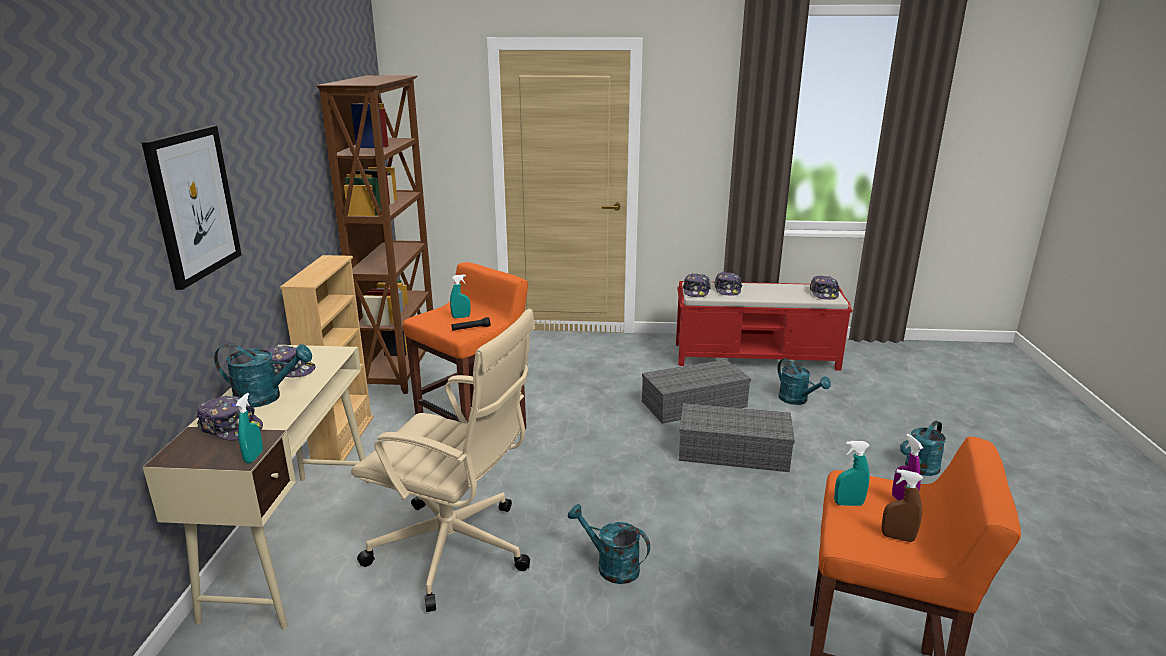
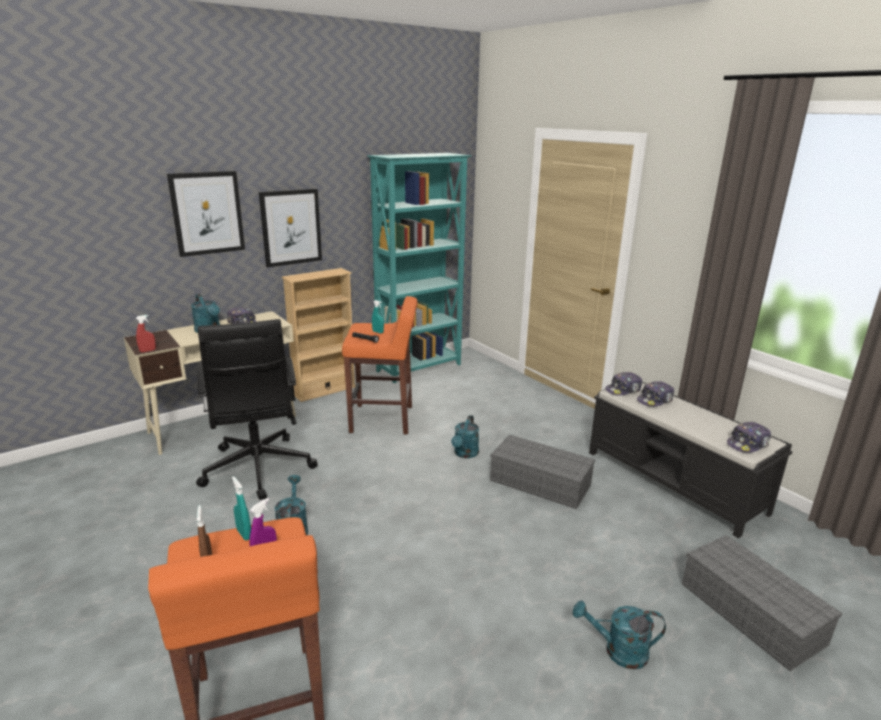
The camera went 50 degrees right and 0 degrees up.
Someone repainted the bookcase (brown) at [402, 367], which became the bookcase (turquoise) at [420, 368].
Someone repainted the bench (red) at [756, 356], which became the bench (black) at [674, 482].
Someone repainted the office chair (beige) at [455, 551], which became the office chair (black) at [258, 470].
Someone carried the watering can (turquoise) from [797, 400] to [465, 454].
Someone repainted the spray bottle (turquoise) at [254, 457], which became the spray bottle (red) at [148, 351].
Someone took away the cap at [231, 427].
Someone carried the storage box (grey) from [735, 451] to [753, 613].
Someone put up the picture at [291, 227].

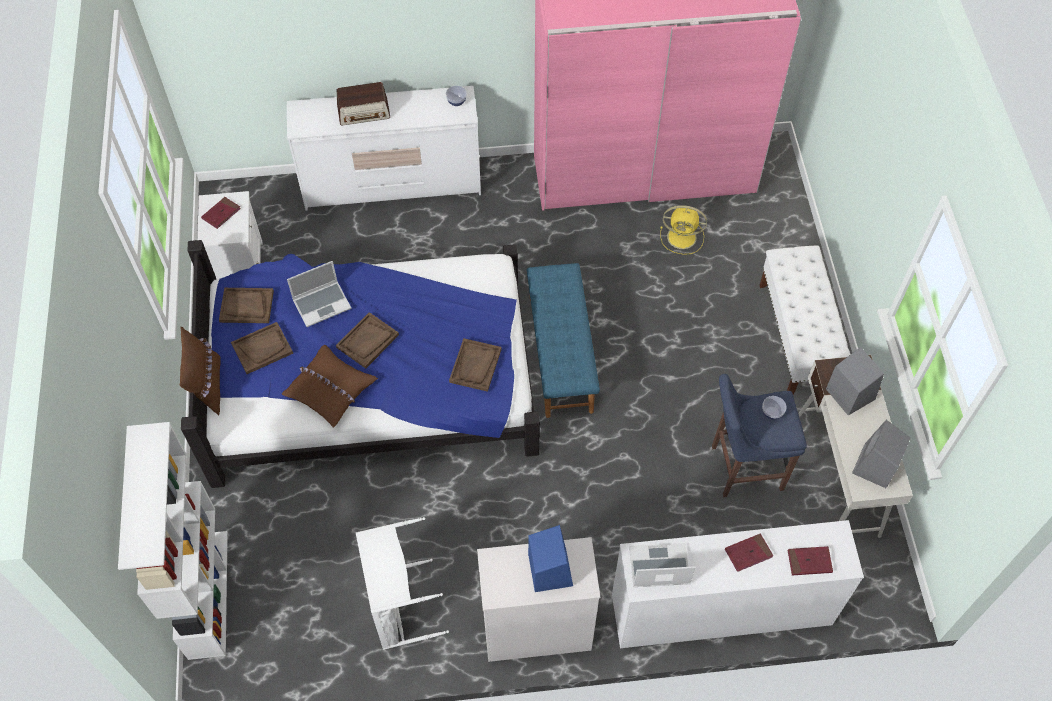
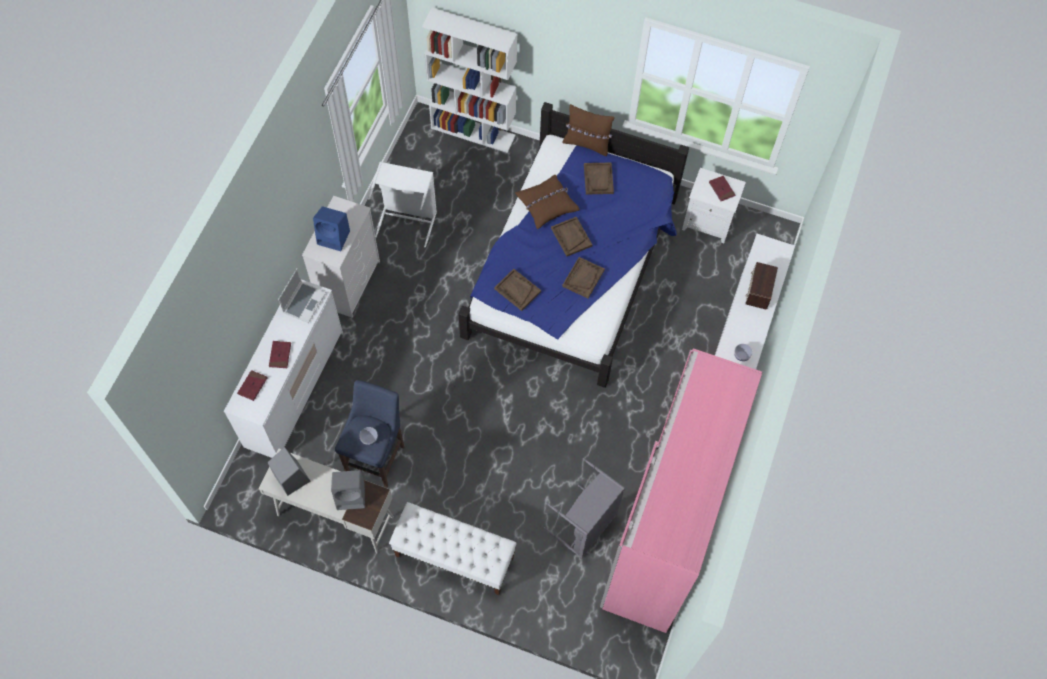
The camera went 115 degrees right and 5 degrees up.
Someone swapped the fan (yellow) at [683, 237] for the laundry basket (grey) at [586, 526].
Someone took away the laptop at [322, 304].
Someone took away the bench (blue) at [560, 354].
Someone carried the tray (brown) from [246, 306] to [583, 278].

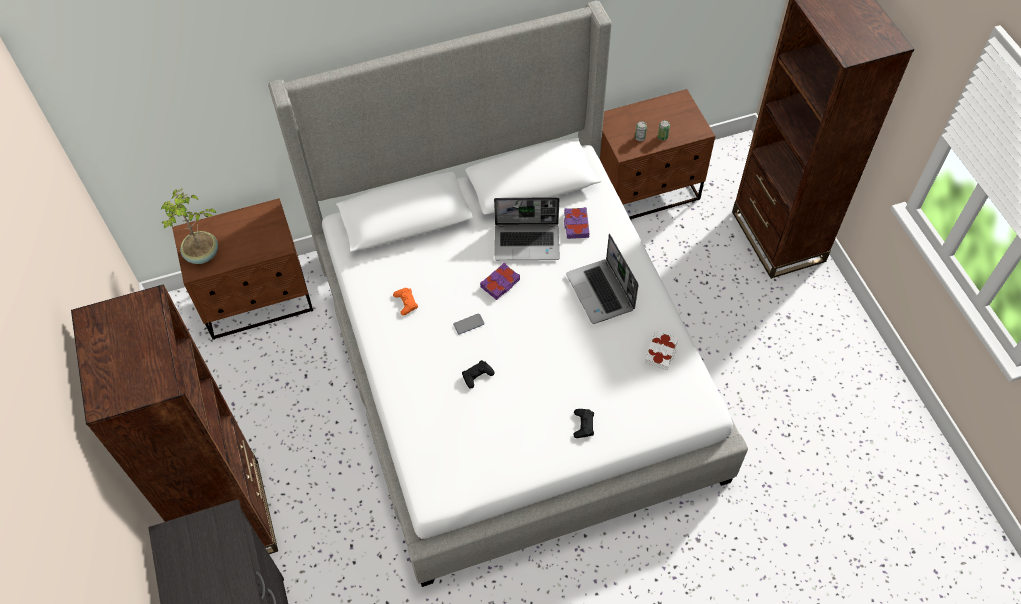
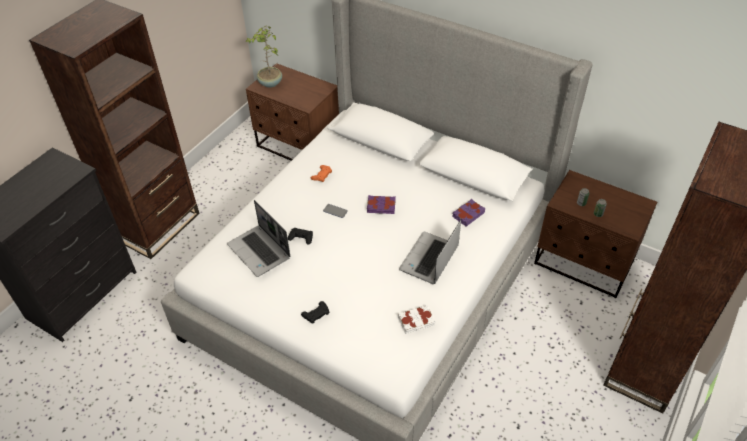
The camera went 50 degrees right and 10 degrees down.
Someone carried the laptop from [527, 242] to [260, 251].

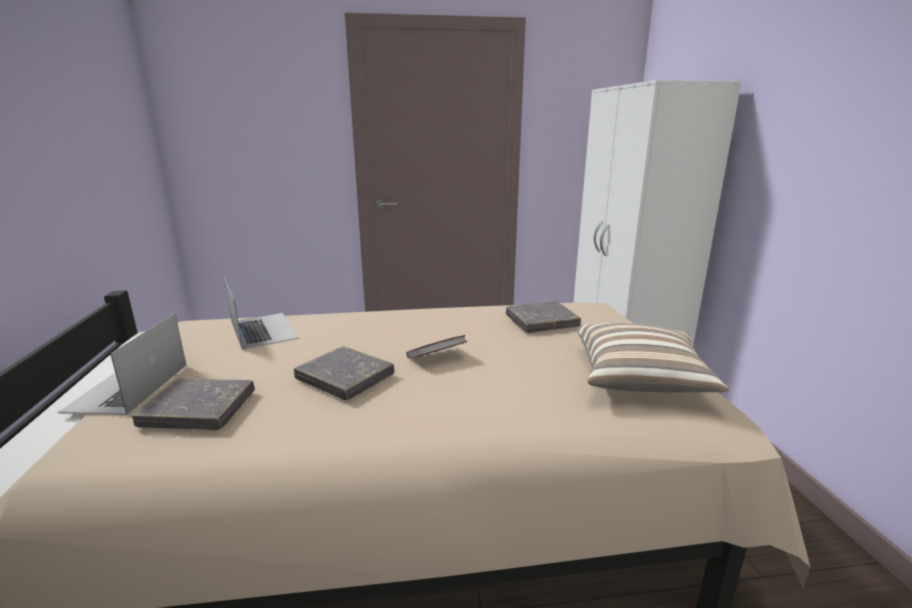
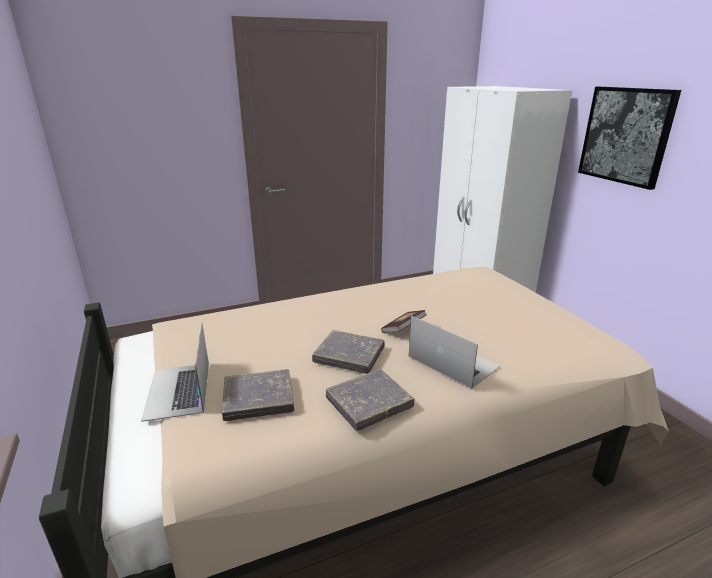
The camera went 15 degrees left and 5 degrees up.
Someone carried the laptop from [263, 330] to [453, 361].
Someone carried the book (grey) from [541, 321] to [369, 403].
Someone took away the pillow at [639, 378].
Someone put up the picture at [626, 135].

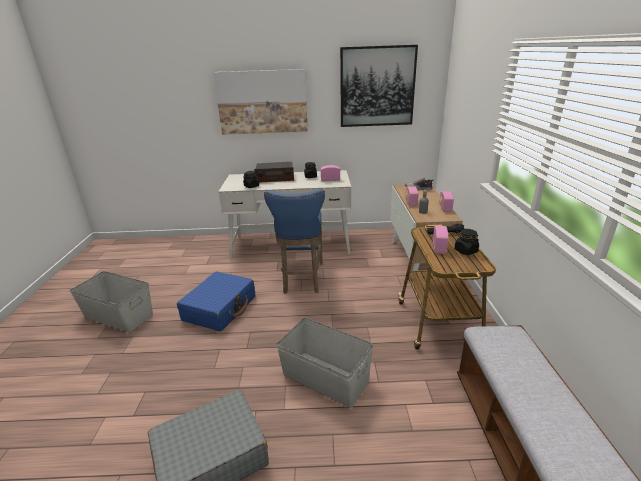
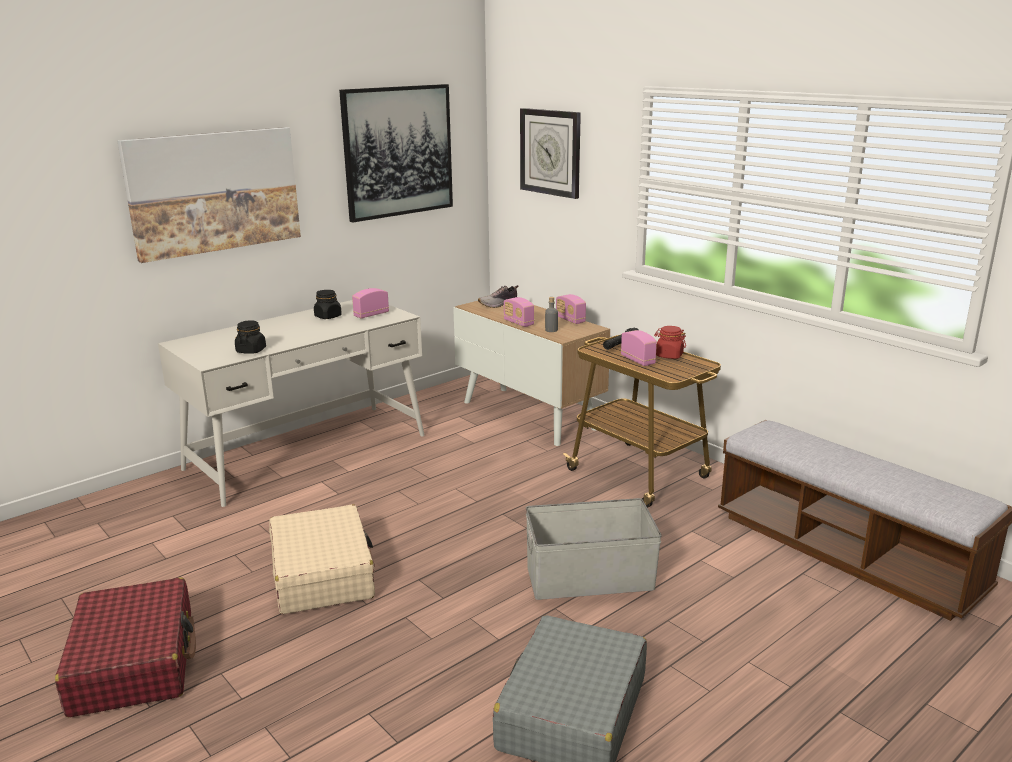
The camera went 40 degrees left and 5 degrees down.
Someone took away the radio at [275, 178].
Someone took away the stool (blue) at [301, 279].
Someone repainted the jar (black) at [465, 251], which became the jar (red) at [669, 355].
Someone swapped the storage box (grey) at [119, 315] for the suitcase (red) at [134, 662].
Someone repainted the suitcase (blue) at [220, 308], which became the suitcase (beige) at [323, 574].
Someone put up the wall clock at [550, 152].

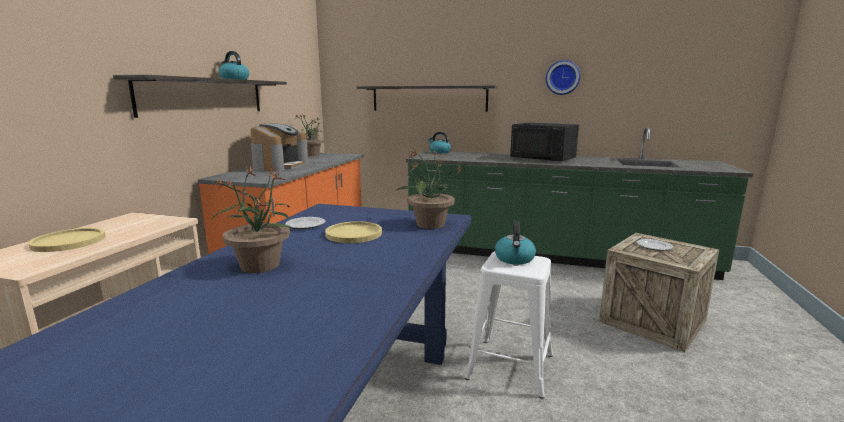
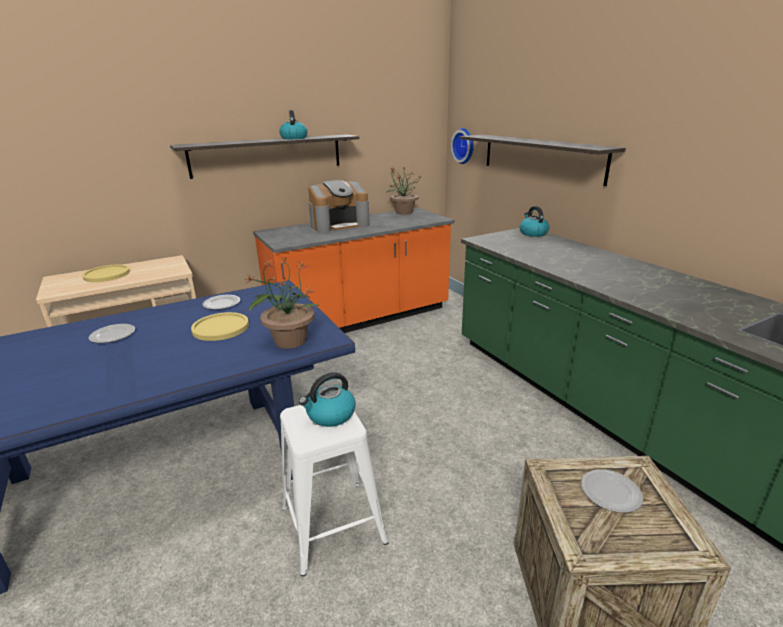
The camera went 45 degrees right and 10 degrees up.
Someone carried the wall clock from [562, 77] to [464, 145].
Someone took away the microwave (black) at [543, 158].
Someone swapped the potted plant at [260, 265] for the plate at [113, 336].

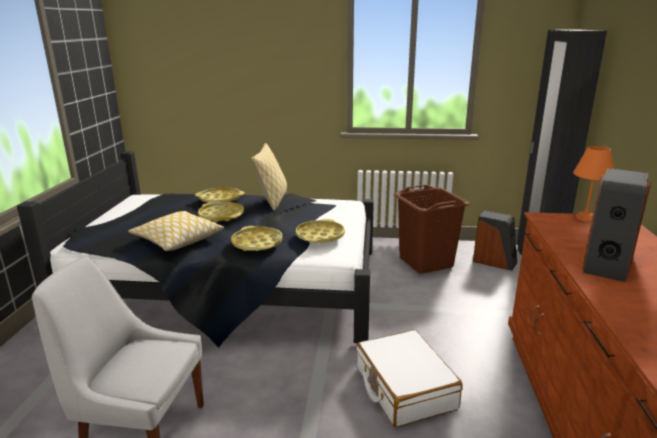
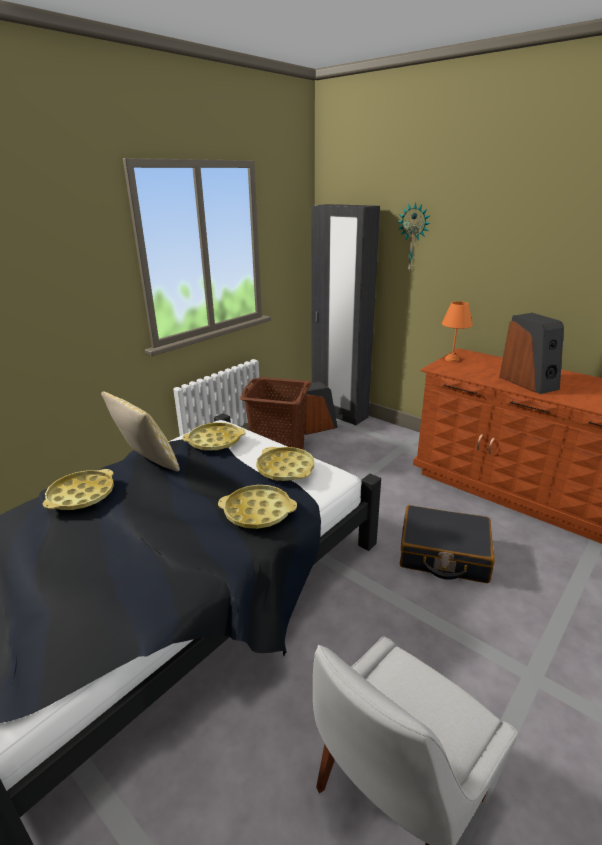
The camera went 55 degrees left and 5 degrees up.
Someone carried the tray (yellow) from [221, 216] to [214, 441].
Someone took away the pillow at [177, 240].
Someone repainted the suitcase (white) at [404, 388], which became the suitcase (black) at [443, 554].
Someone put up the wall clock at [413, 238].

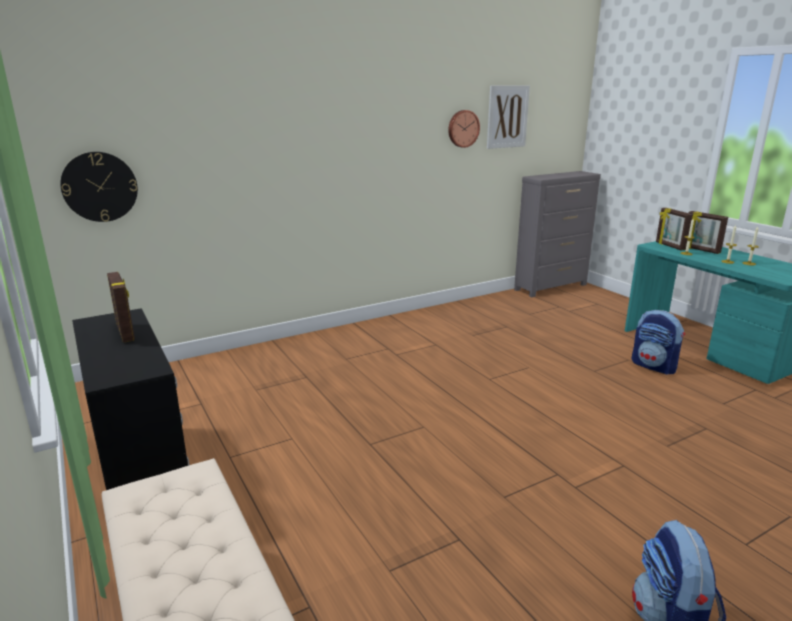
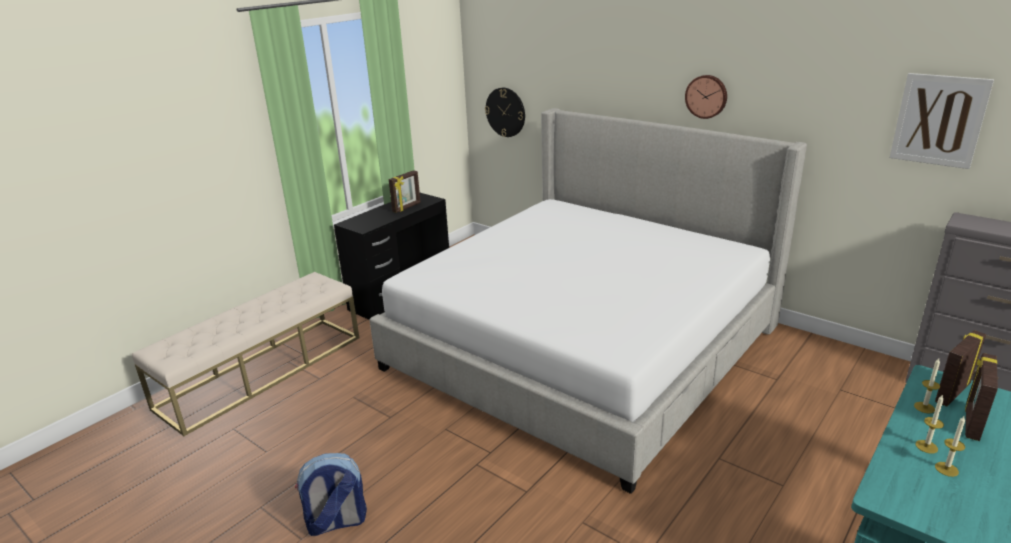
The camera went 70 degrees right and 5 degrees up.
Someone carried the wall clock from [463, 128] to [706, 96].
Someone took away the backpack at [654, 366].
Someone put down the bed at [583, 347].

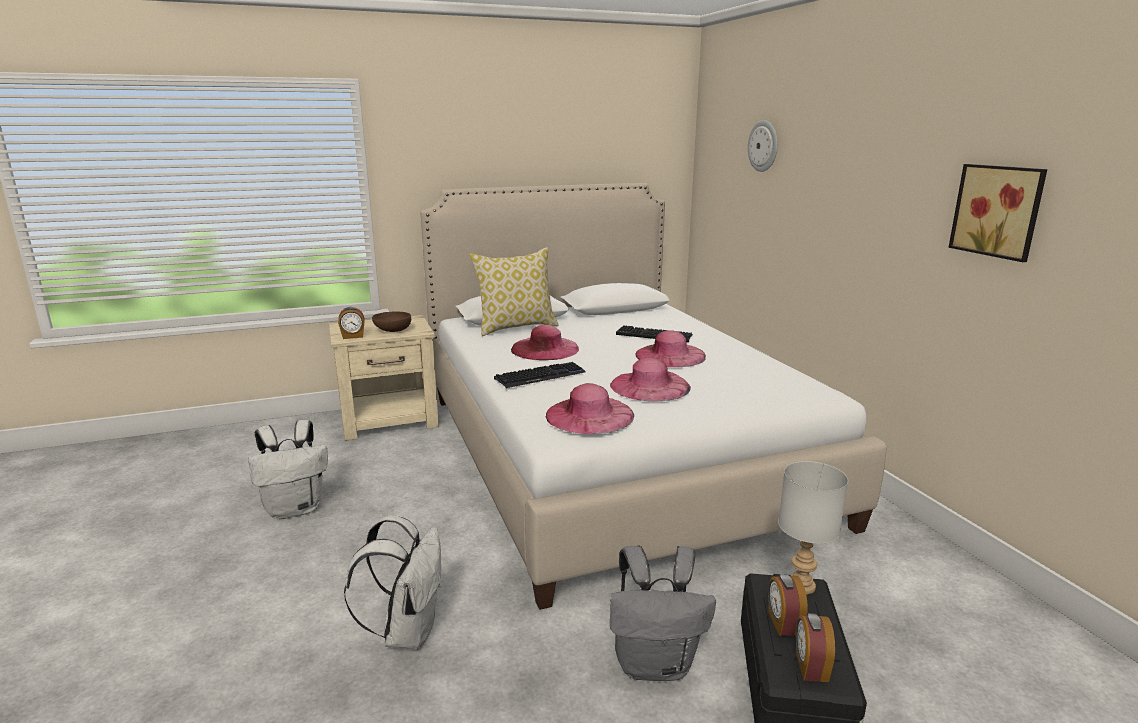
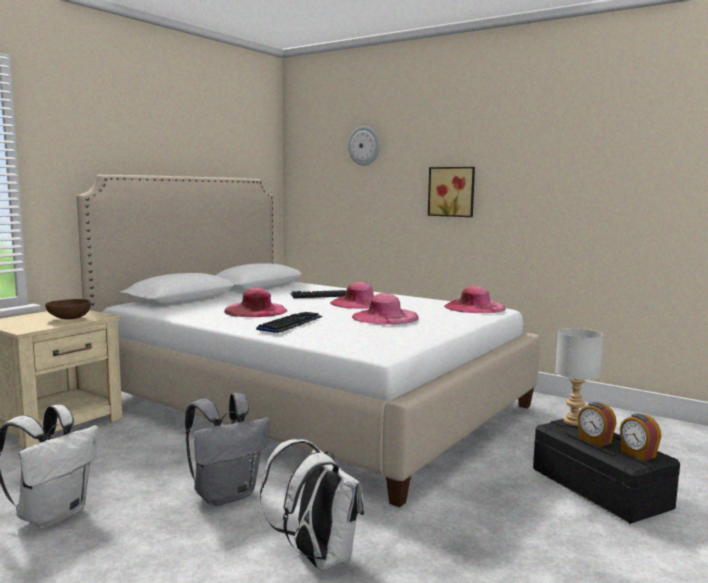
The camera went 35 degrees left and 10 degrees down.
Someone carried the picture from [999, 211] to [452, 191].
Someone took away the pillow at [516, 327].
Someone took away the alarm clock at [353, 336].
Someone carried the hat (pink) from [589, 415] to [474, 307].
Someone carried the backpack (grey) from [655, 664] to [226, 495].

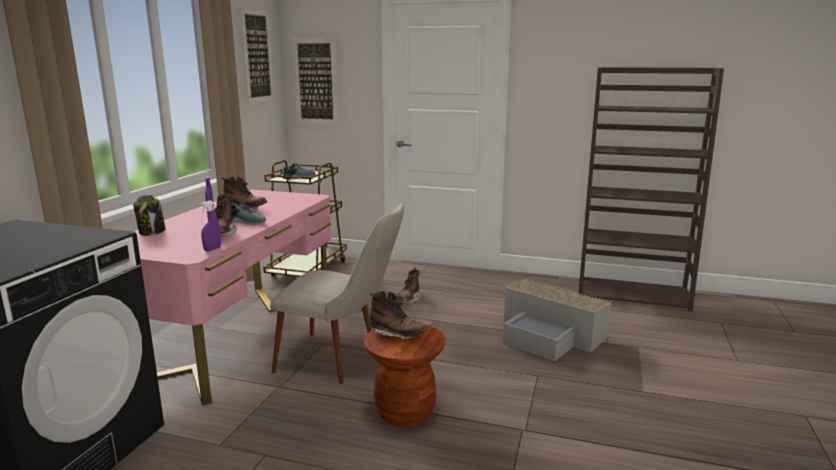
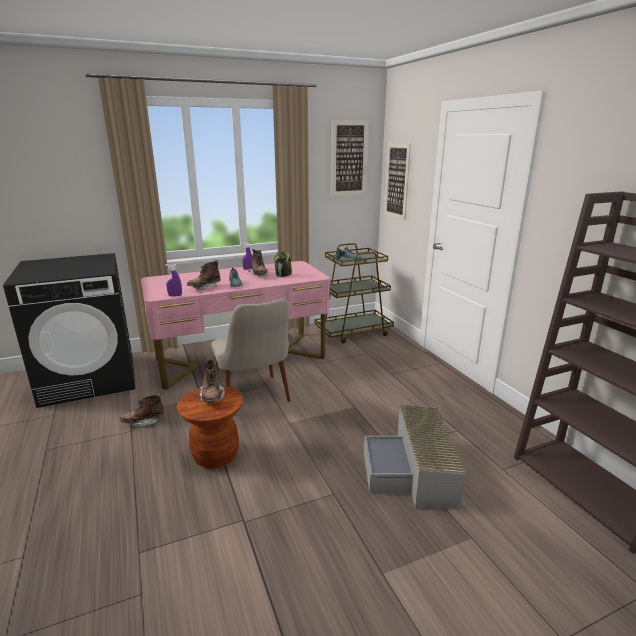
The camera went 50 degrees right and 5 degrees up.
Someone carried the jar from [152, 232] to [283, 275].
Someone carried the boot (brown) from [408, 299] to [143, 421].

